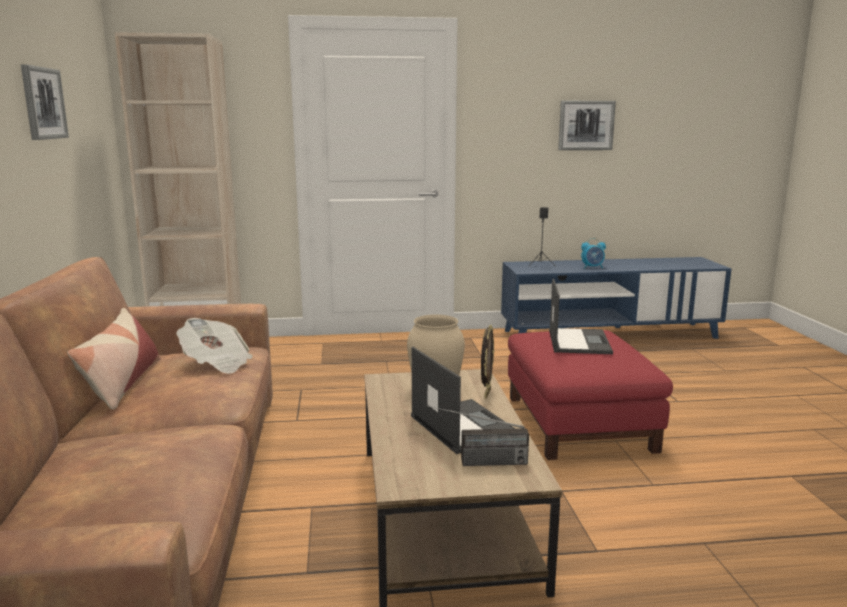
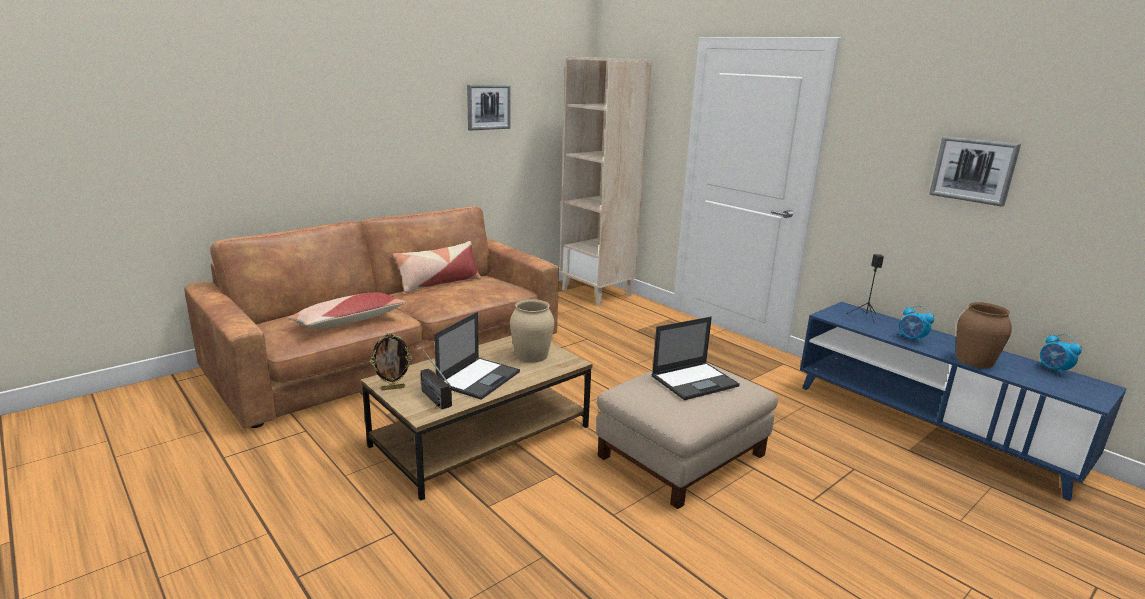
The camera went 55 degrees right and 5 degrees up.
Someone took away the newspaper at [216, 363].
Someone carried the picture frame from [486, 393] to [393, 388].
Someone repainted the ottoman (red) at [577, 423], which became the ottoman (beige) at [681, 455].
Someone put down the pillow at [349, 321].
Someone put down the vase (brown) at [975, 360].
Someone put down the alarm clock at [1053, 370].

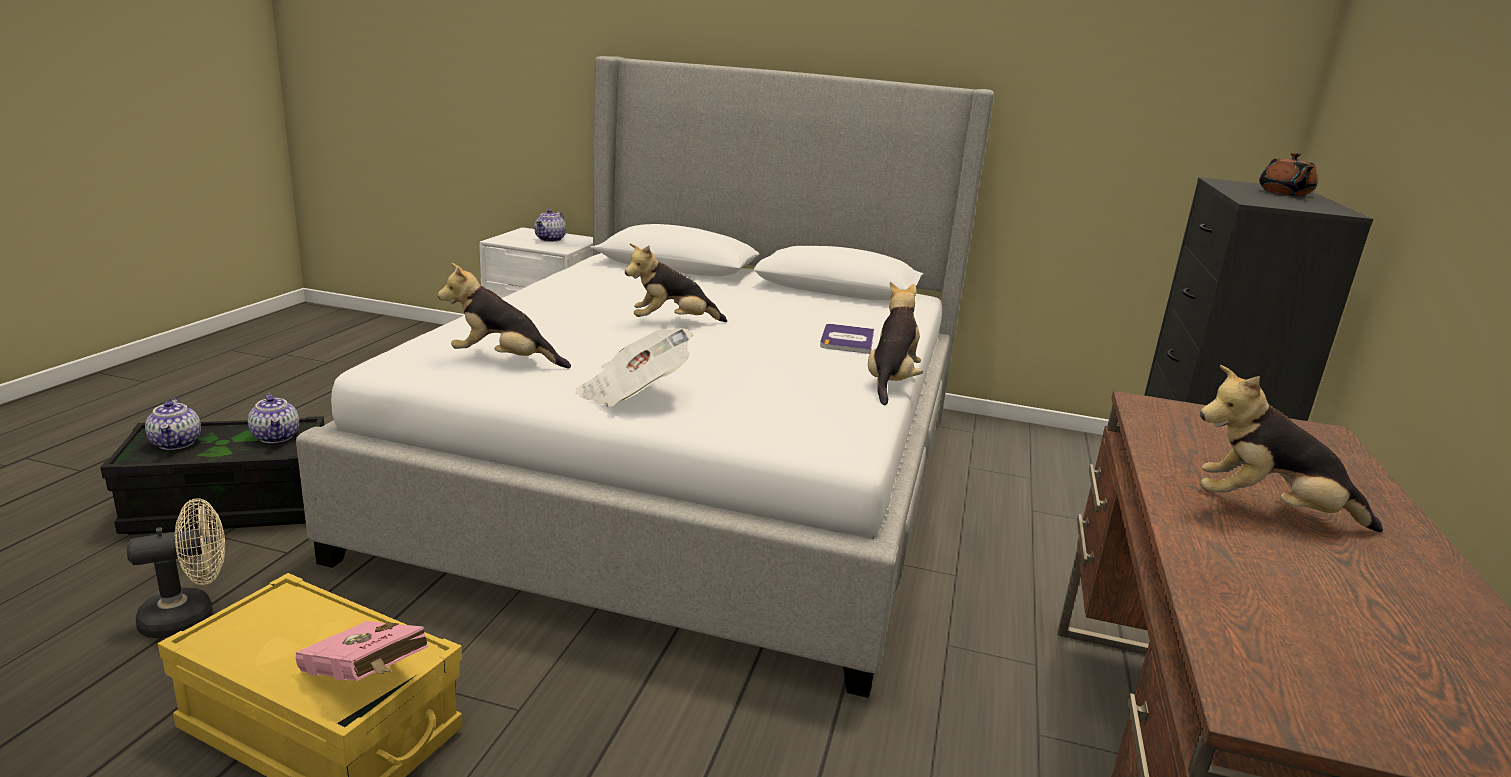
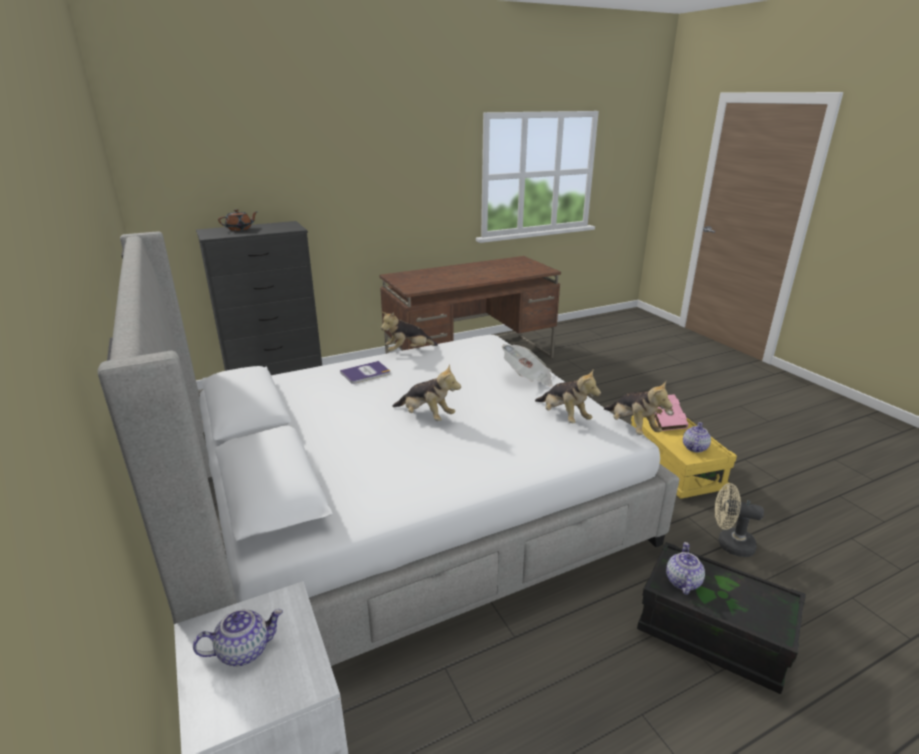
The camera went 130 degrees left and 5 degrees up.
Someone carried the plush toy from [1268, 513] to [632, 427].
Someone carried the teapot from [177, 443] to [694, 447].

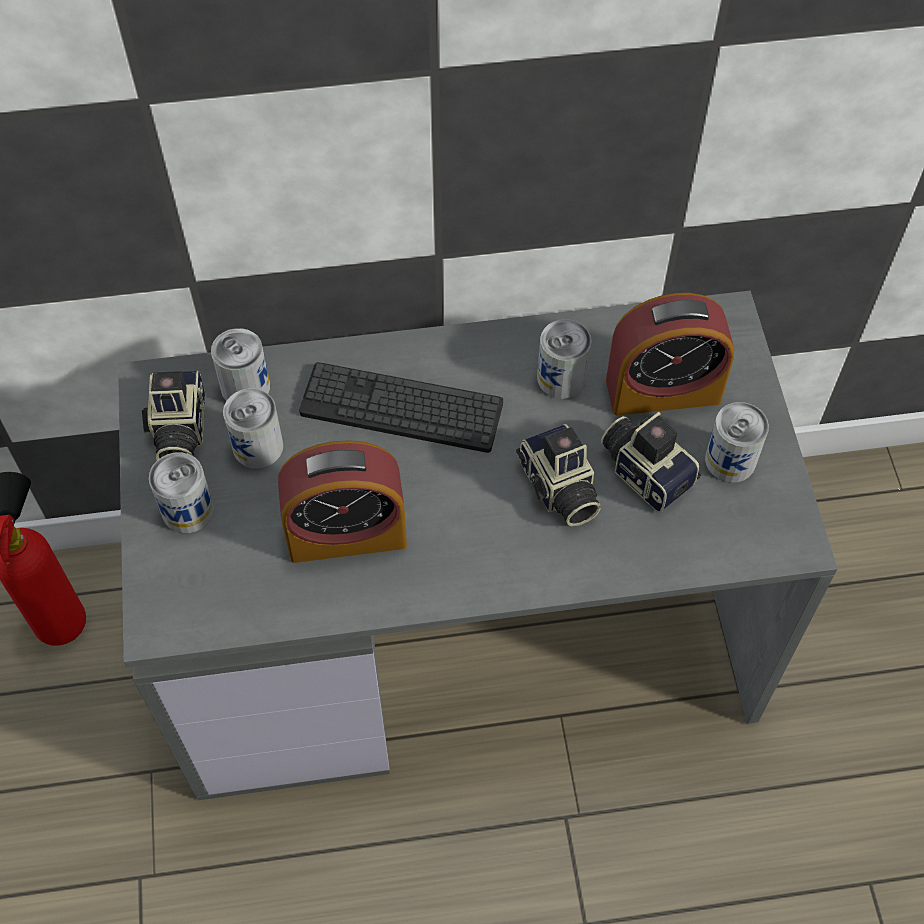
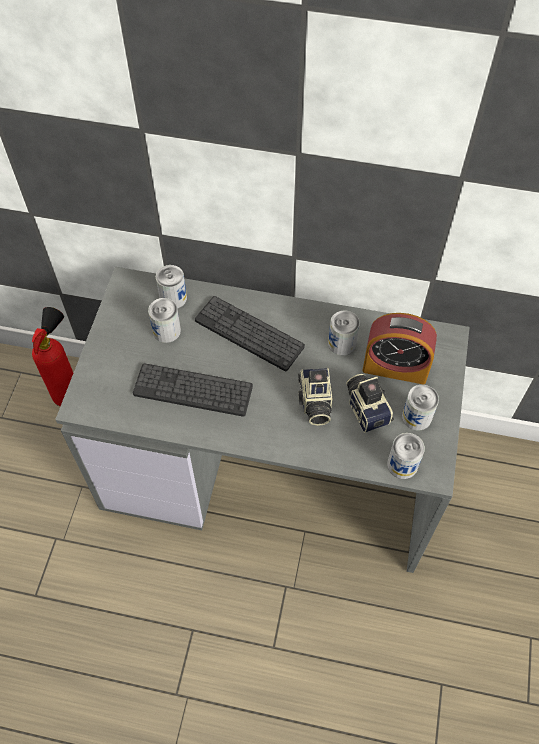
The camera went 20 degrees right and 0 degrees up.
Someone took away the photo camera at [178, 431].
Someone swapped the alarm clock at [346, 533] for the keyboard at [193, 390].
Someone carried the can from [188, 510] to [402, 464].

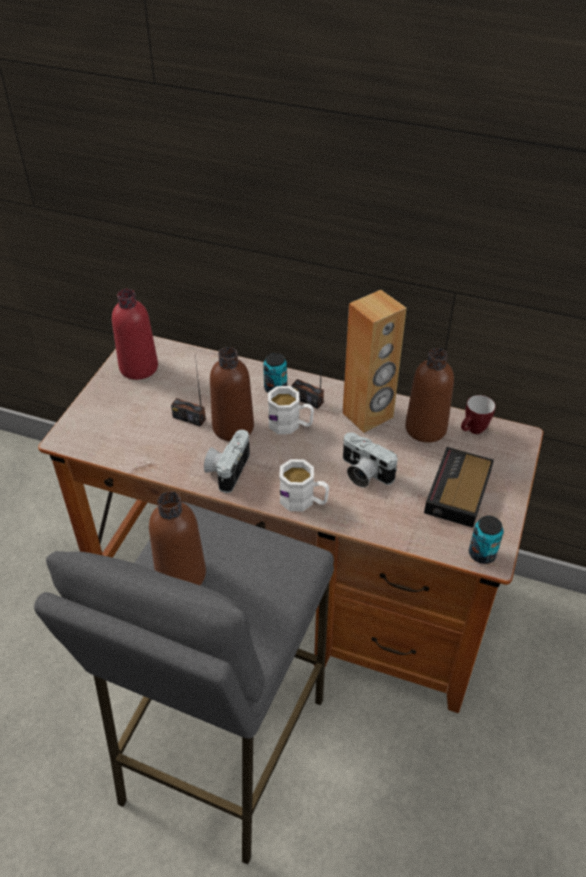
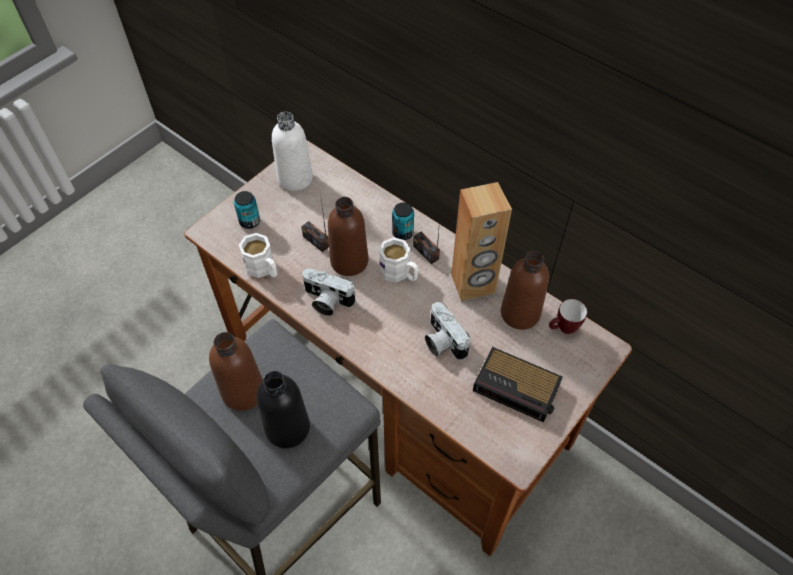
The camera went 20 degrees right and 10 degrees up.
Someone repainted the bottle (red) at [138, 367], which became the bottle (white) at [295, 178].
Someone rotated the photo camera at [227, 469] by 105 degrees counterclockwise.
Someone rotated the alarm clock at [457, 493] by 105 degrees counterclockwise.
Someone carried the mug (white) from [304, 501] to [264, 269].
Someone carried the can from [482, 554] to [250, 221].
Someone put down the bottle (black) at [287, 428].

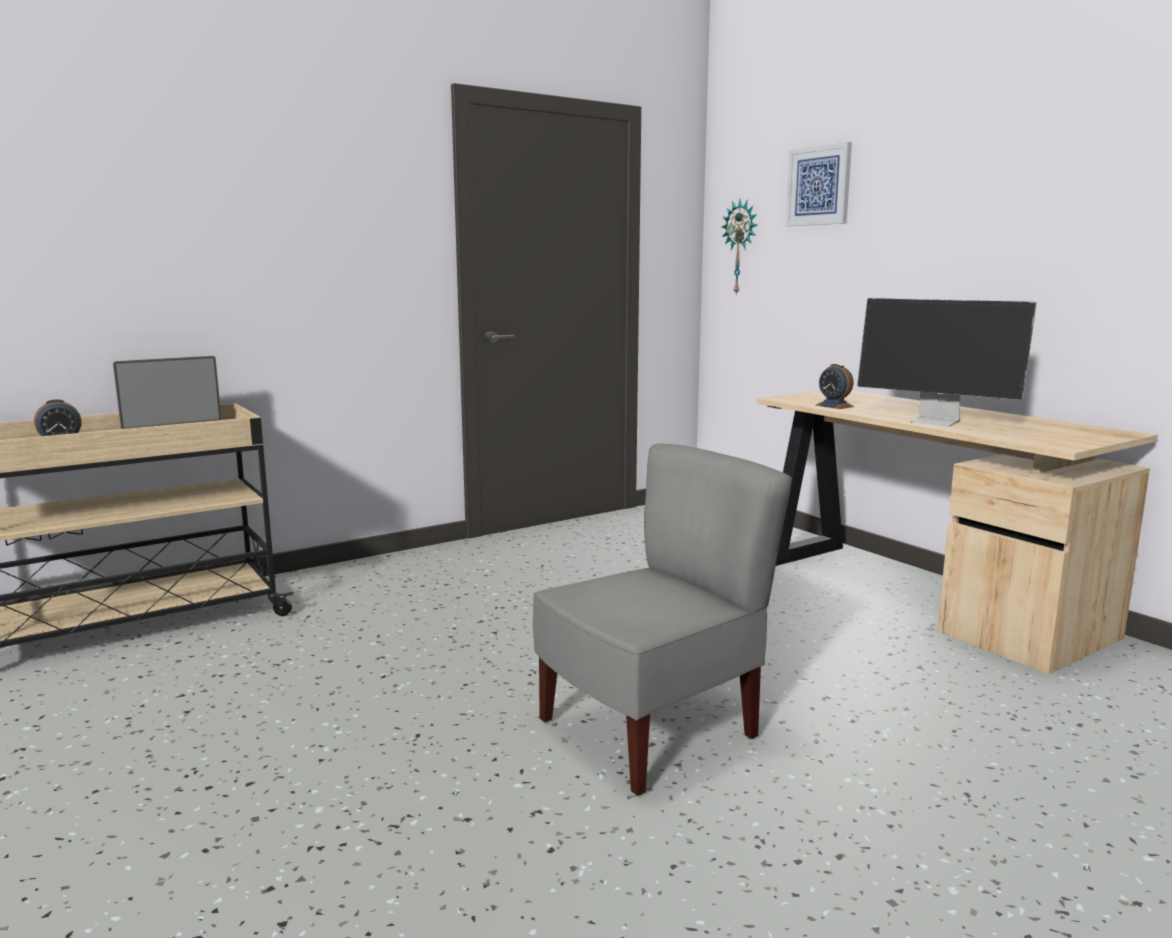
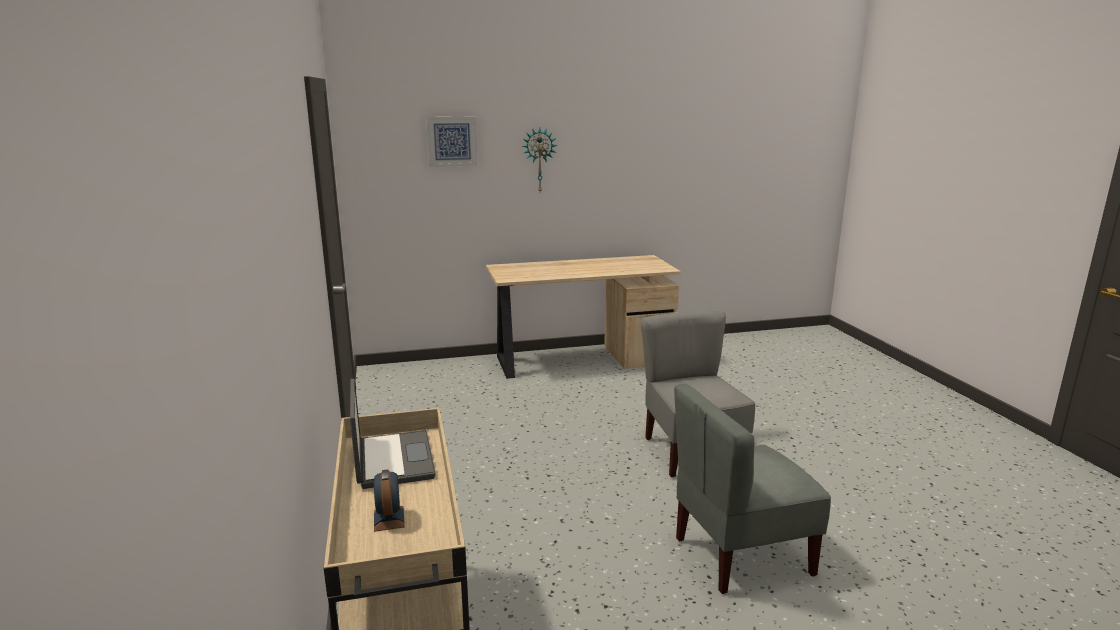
The camera went 70 degrees left and 5 degrees up.
Someone carried the wall clock from [741, 247] to [539, 160].
Someone took away the monitor at [937, 421].
Someone took away the alarm clock at [834, 406].
Someone put down the chair (grey) at [741, 555].

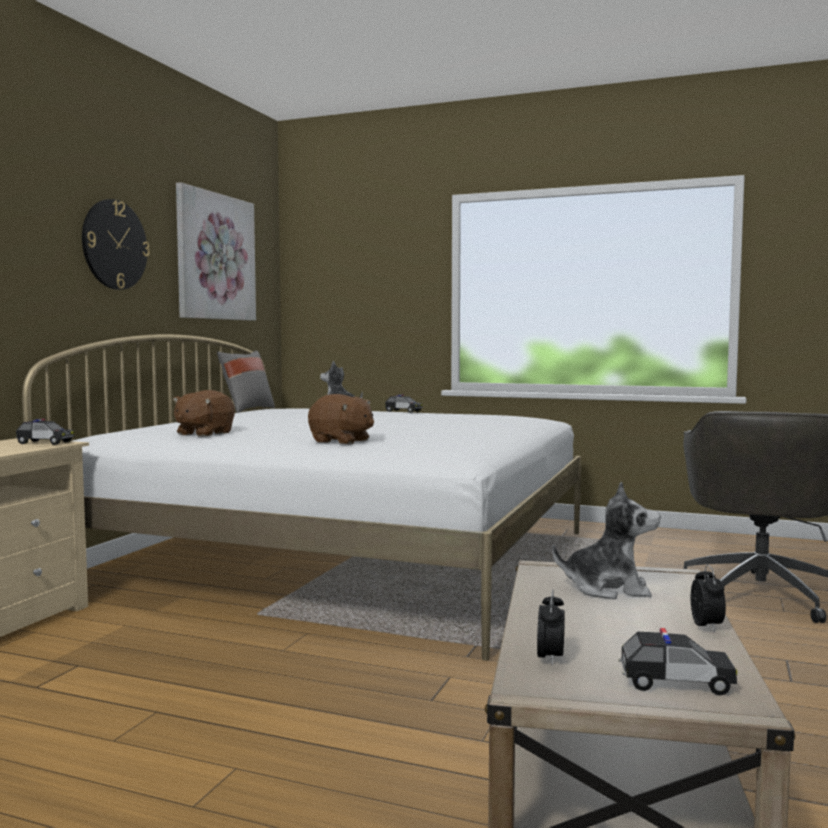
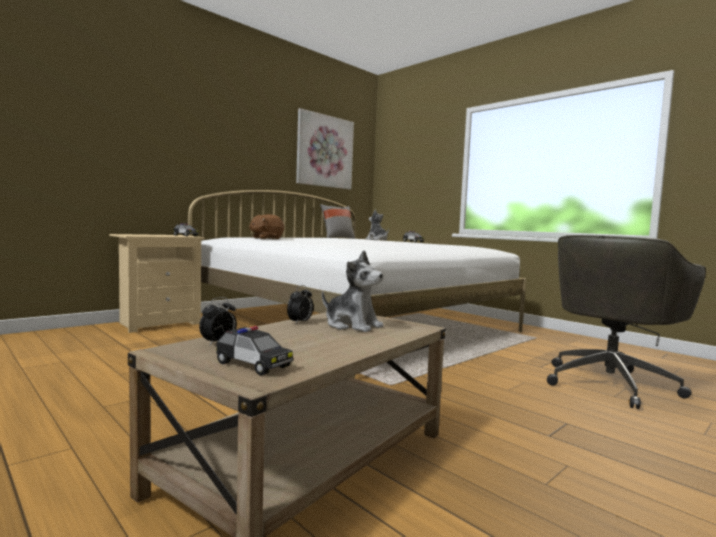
The camera went 25 degrees right and 0 degrees up.
Someone took away the wall clock at [114, 245].
Someone took away the plush toy (brown) at [341, 441].
Someone carried the alarm clock from [707, 627] to [300, 322].

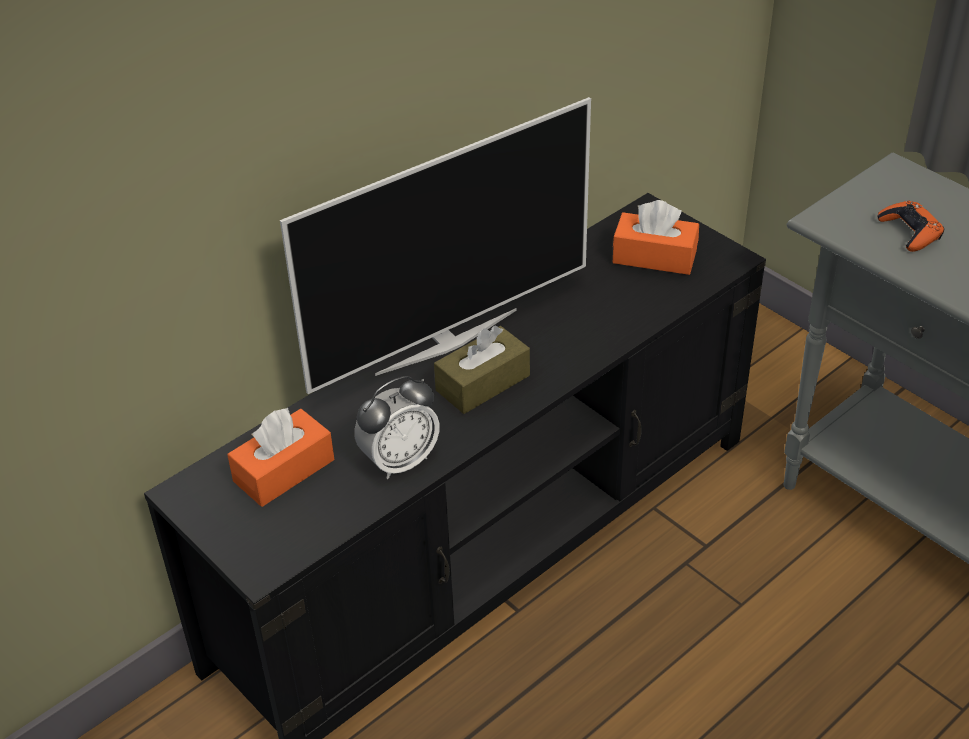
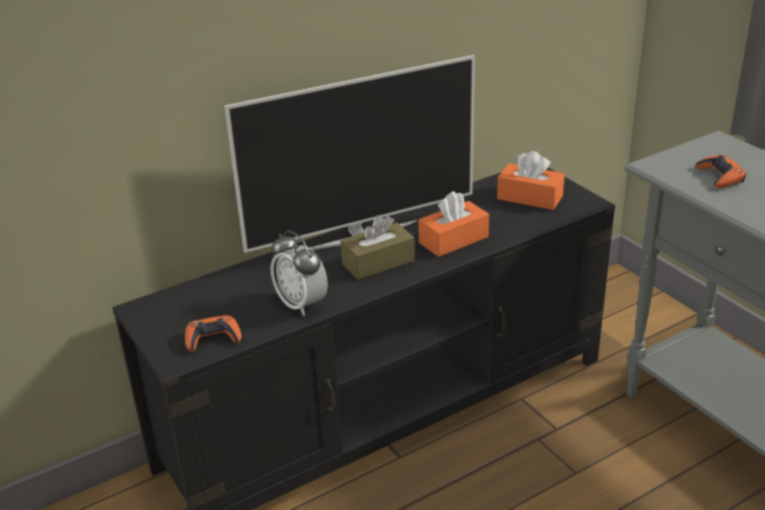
The camera went 10 degrees right and 10 degrees down.
Someone rotated the alarm clock at [400, 461] by 75 degrees clockwise.
Someone carried the tissue box (orange) from [284, 470] to [453, 240].
Someone put down the game controller (orange) at [213, 338].

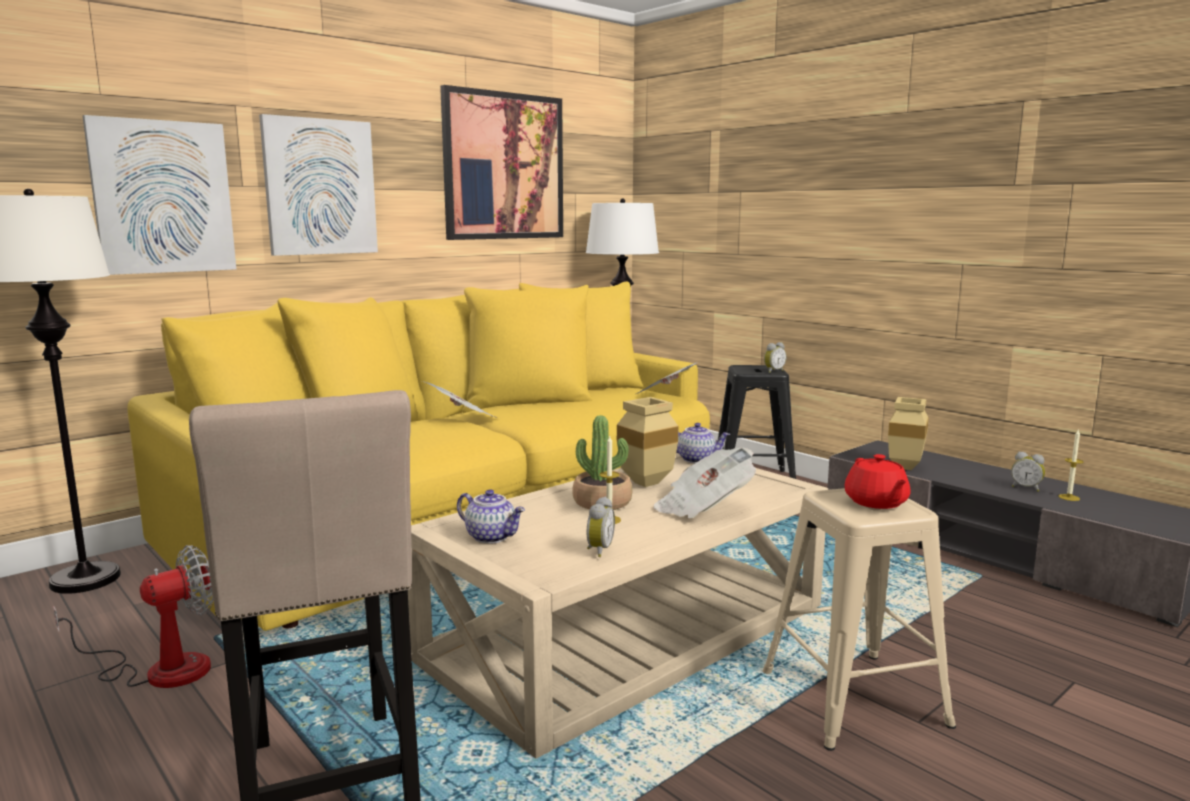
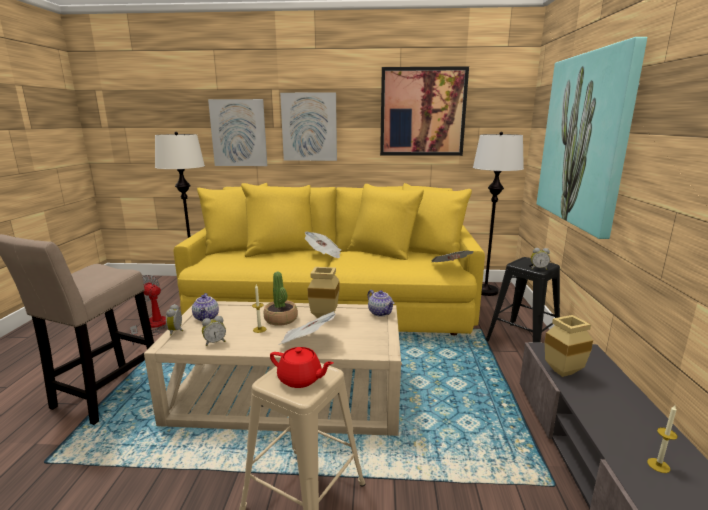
The camera went 45 degrees right and 5 degrees up.
Someone carried the alarm clock from [1026, 488] to [177, 331].
Someone rotated the teapot (red) at [876, 502] by 105 degrees counterclockwise.
Someone rotated the fan at [160, 669] by 150 degrees counterclockwise.
Someone put up the picture at [584, 140].

